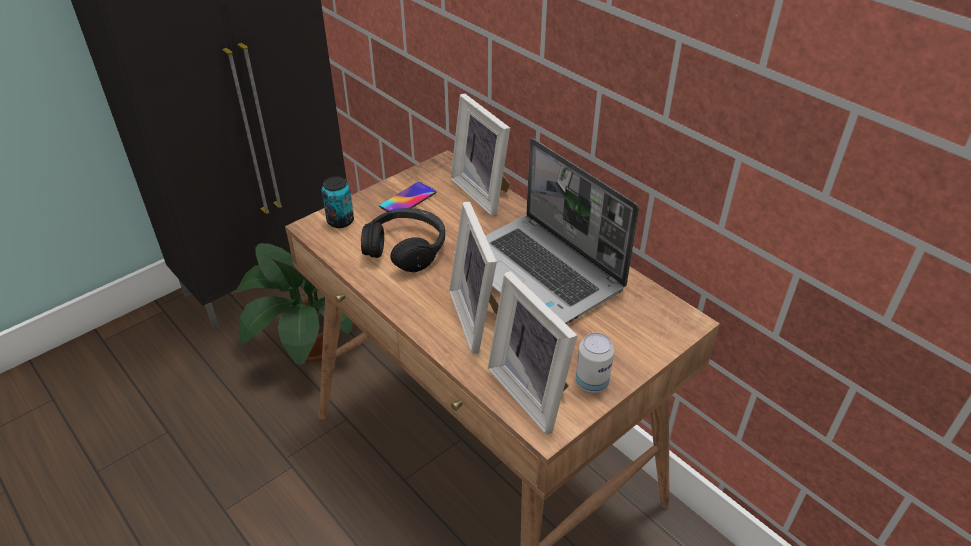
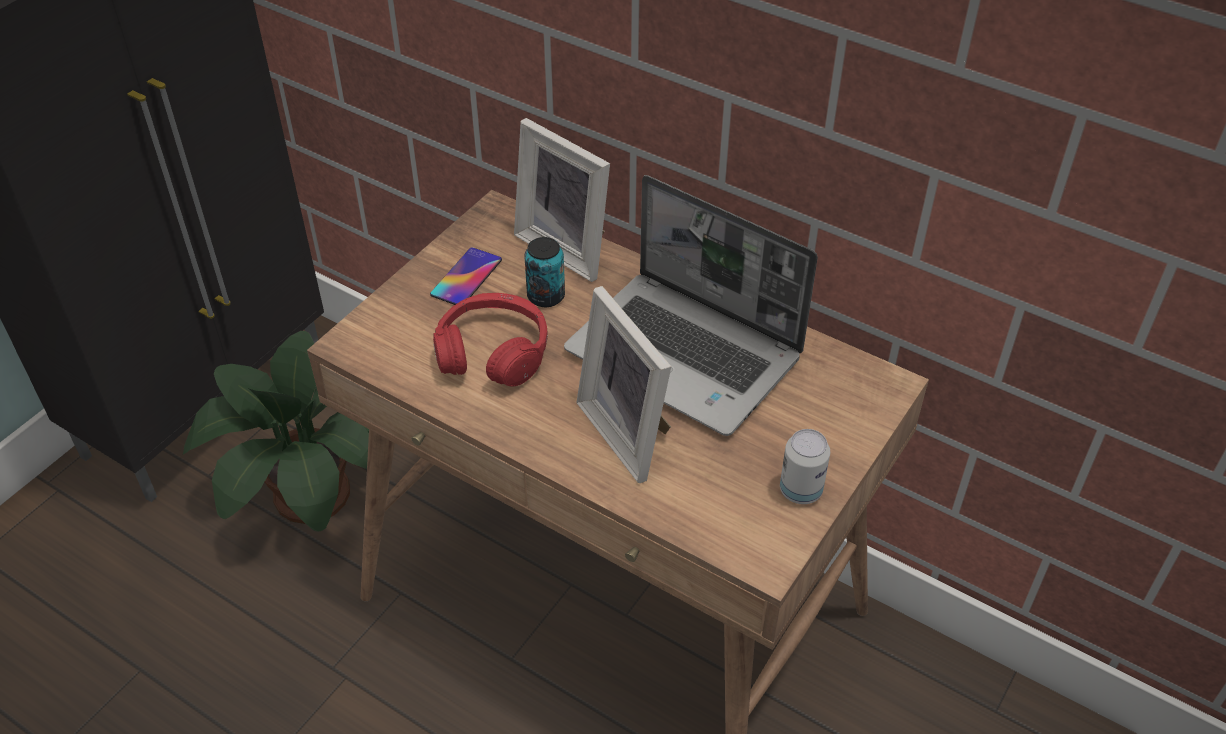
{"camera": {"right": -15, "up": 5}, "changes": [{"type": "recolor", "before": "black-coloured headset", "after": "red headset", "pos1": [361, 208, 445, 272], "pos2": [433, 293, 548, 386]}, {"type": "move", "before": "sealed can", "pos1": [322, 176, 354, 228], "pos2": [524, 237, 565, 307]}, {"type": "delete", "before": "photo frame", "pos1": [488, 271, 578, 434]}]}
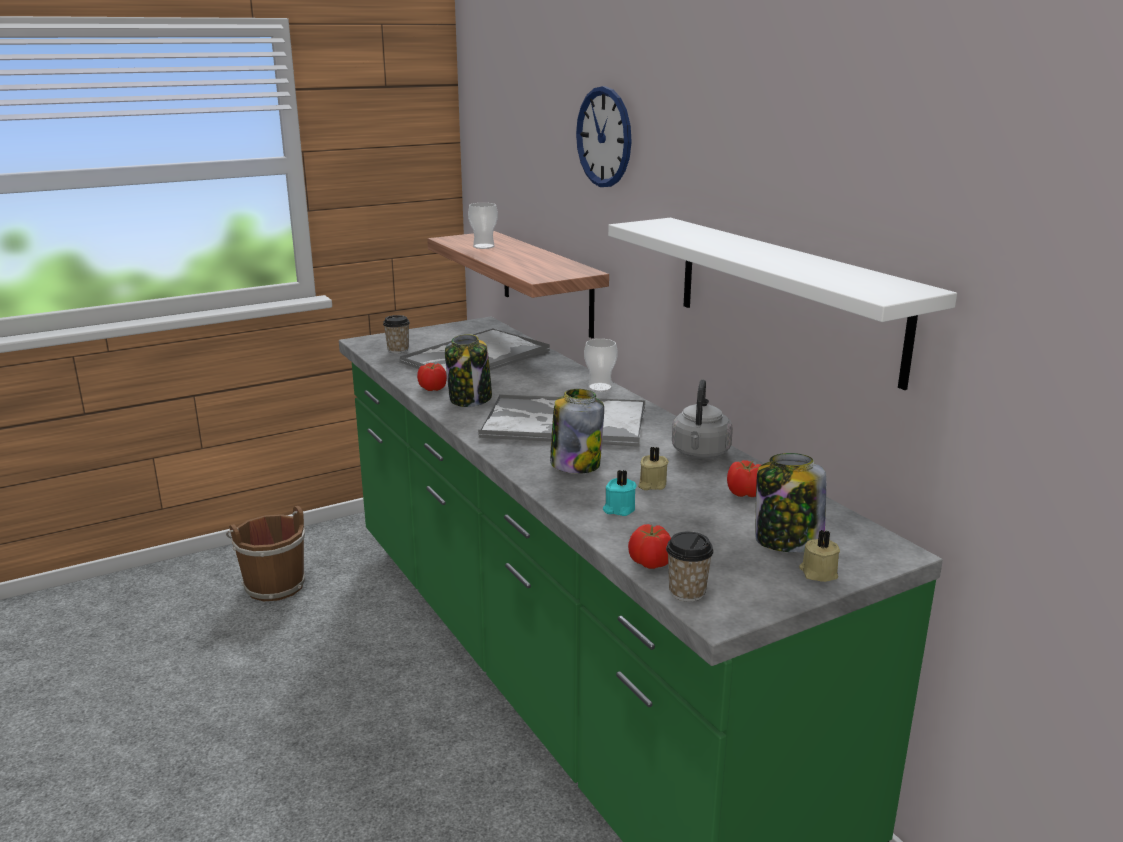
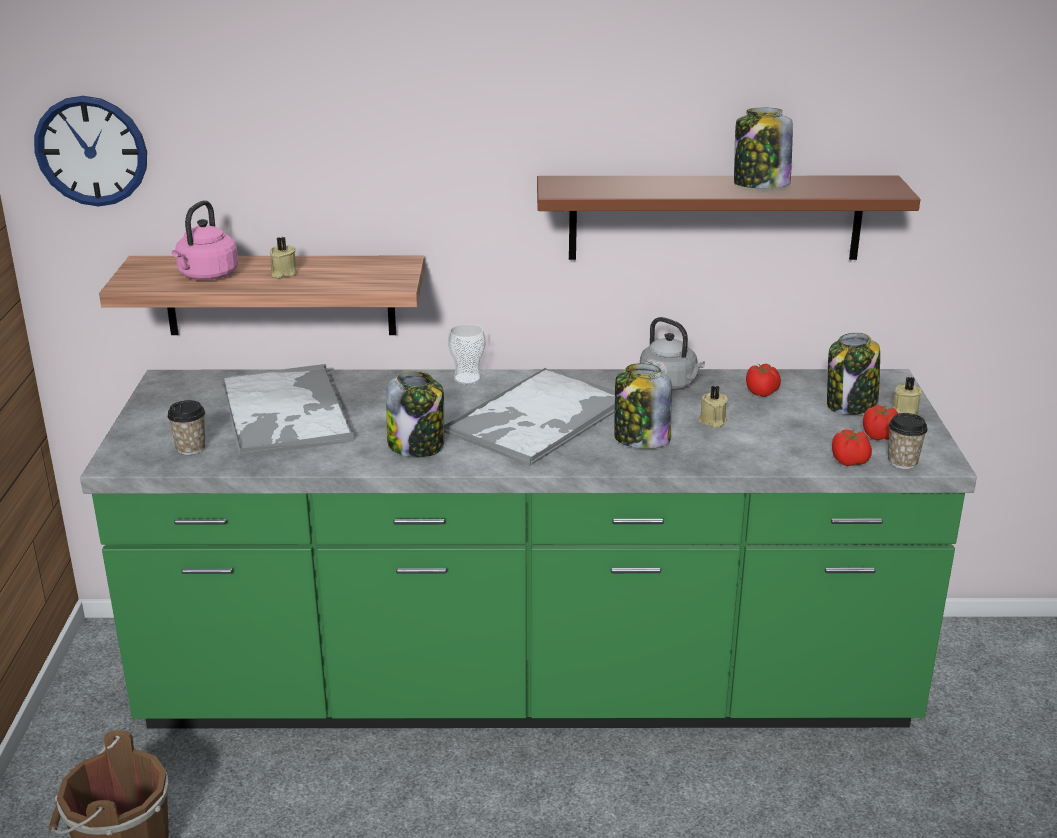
{"camera": {"right": -60, "up": 5}, "changes": [{"type": "move", "before": "clock on the wall", "pos1": [576, 86, 632, 187], "pos2": [34, 96, 147, 206]}, {"type": "replace", "before": "small cup", "after": "pink kettle", "pos1": [468, 203, 498, 249], "pos2": [171, 201, 238, 280]}, {"type": "insert", "after": "beige wax candle", "pos2": [270, 237, 296, 279]}, {"type": "recolor", "before": "whitish bracket shelf", "after": "brown bracket shelf", "pos1": [608, 218, 957, 390], "pos2": [537, 176, 920, 260]}, {"type": "insert", "after": "storage jar", "pos2": [734, 108, 793, 188]}, {"type": "move", "before": "whole tomato", "pos1": [417, 363, 447, 391], "pos2": [863, 405, 898, 440]}, {"type": "delete", "before": "blue-green wax candle", "pos1": [603, 470, 636, 516]}]}
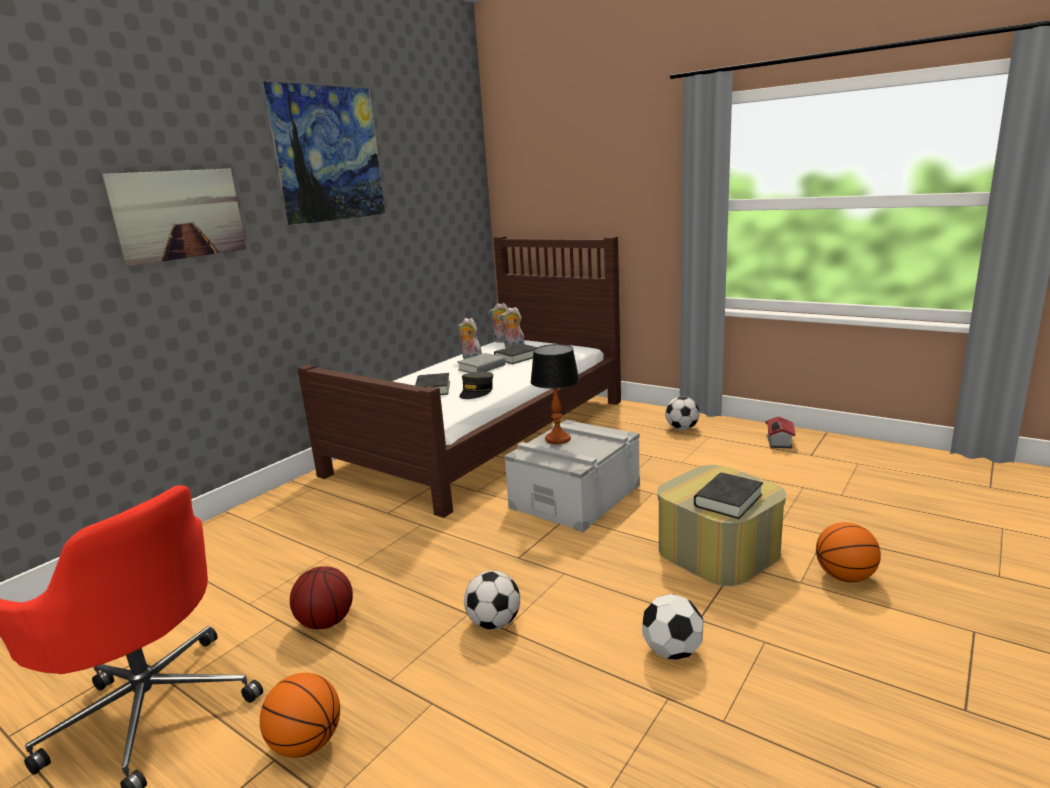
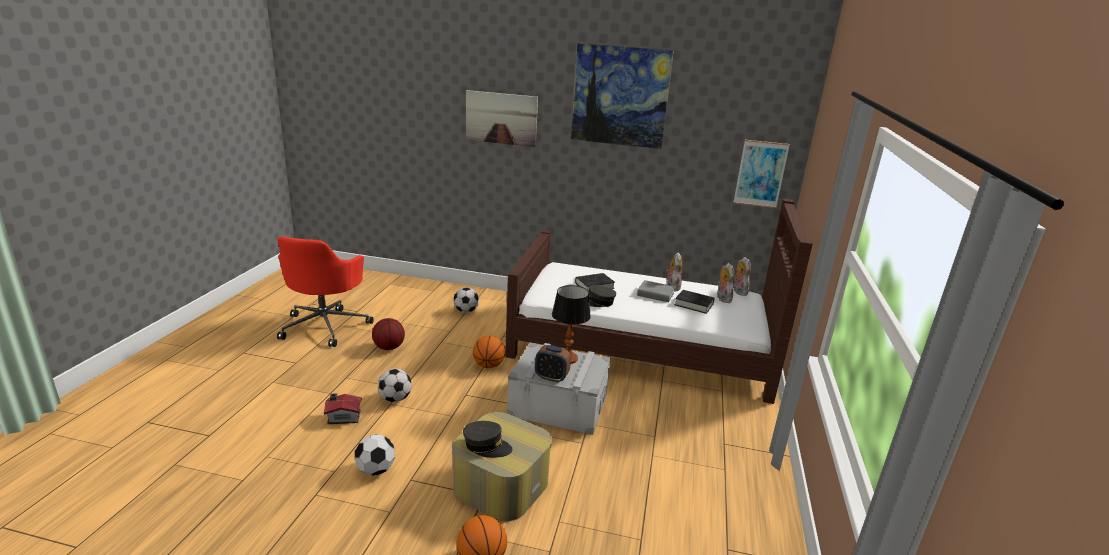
{"camera": {"right": 65, "up": 5}, "changes": [{"type": "move", "before": "toy house", "pos1": [766, 416, 795, 448], "pos2": [324, 393, 362, 424]}, {"type": "move", "before": "ball for football", "pos1": [665, 397, 700, 430], "pos2": [453, 287, 479, 313]}, {"type": "replace", "before": "black-coloured volume", "after": "gray cap", "pos1": [694, 472, 763, 519], "pos2": [463, 421, 512, 458]}, {"type": "move", "before": "basketball", "pos1": [260, 673, 340, 758], "pos2": [473, 336, 506, 368]}, {"type": "insert", "after": "table clock", "pos2": [535, 345, 571, 383]}, {"type": "insert", "after": "wall art", "pos2": [733, 140, 790, 208]}]}
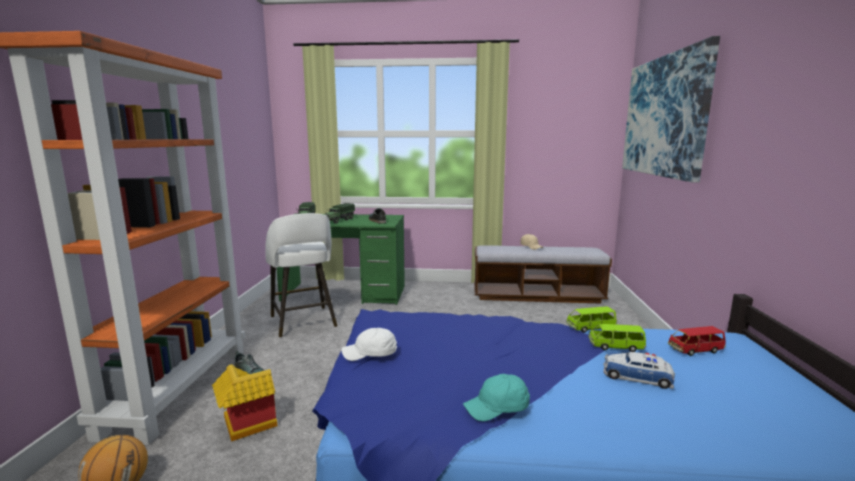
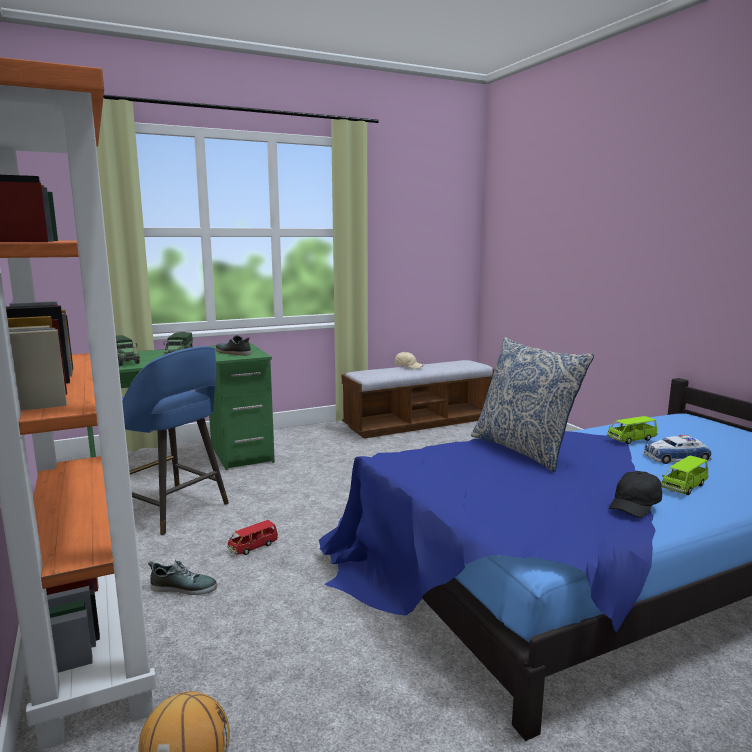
{"camera": {"right": -30, "up": 0}, "changes": [{"type": "recolor", "before": "whitish sitting stool", "after": "blue-coloured sitting stool", "pos1": [265, 213, 337, 338], "pos2": [122, 346, 229, 535]}, {"type": "move", "before": "red miniature car", "pos1": [668, 326, 726, 356], "pos2": [227, 520, 278, 555]}, {"type": "insert", "after": "pillow", "pos2": [471, 337, 594, 472]}, {"type": "recolor", "before": "blue-green cap", "after": "black-coloured cap", "pos1": [463, 374, 530, 421], "pos2": [609, 471, 662, 518]}, {"type": "move", "before": "green miniature car", "pos1": [566, 306, 617, 333], "pos2": [661, 455, 709, 495]}, {"type": "delete", "before": "toy house", "pos1": [212, 364, 277, 442]}, {"type": "delete", "before": "whitish cap", "pos1": [342, 328, 397, 361]}, {"type": "delete", "before": "wall art", "pos1": [622, 36, 720, 183]}]}
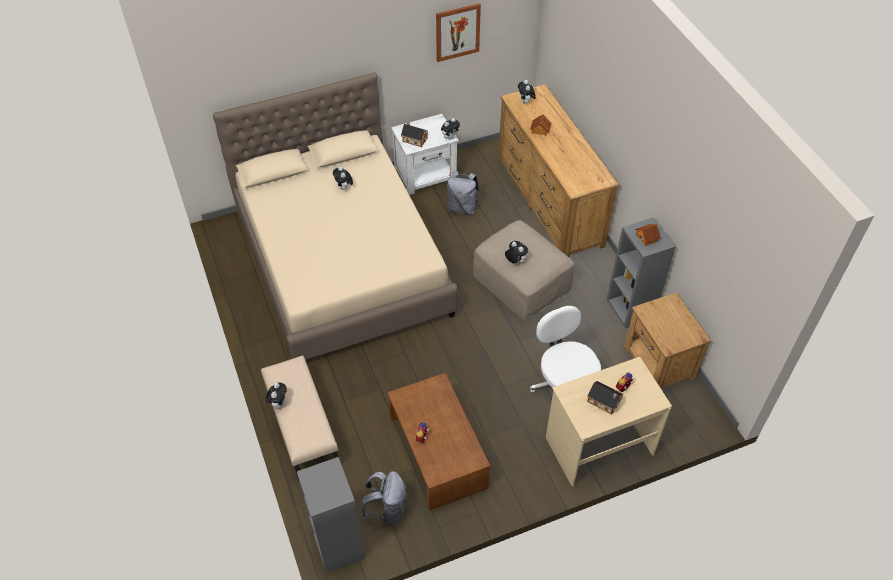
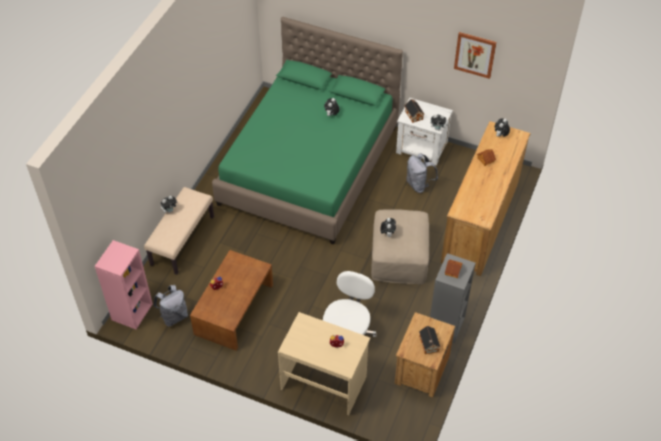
{"camera": {"right": 45, "up": 0}, "changes": [{"type": "recolor", "before": "gray bookshelf", "after": "pink bookshelf", "pos1": [297, 457, 365, 573], "pos2": [95, 240, 153, 329]}, {"type": "recolor", "before": "beige sleeping bed", "after": "green sleeping bed", "pos1": [213, 73, 457, 360], "pos2": [212, 17, 403, 245]}, {"type": "move", "before": "toy house", "pos1": [587, 381, 624, 414], "pos2": [419, 326, 441, 354]}]}
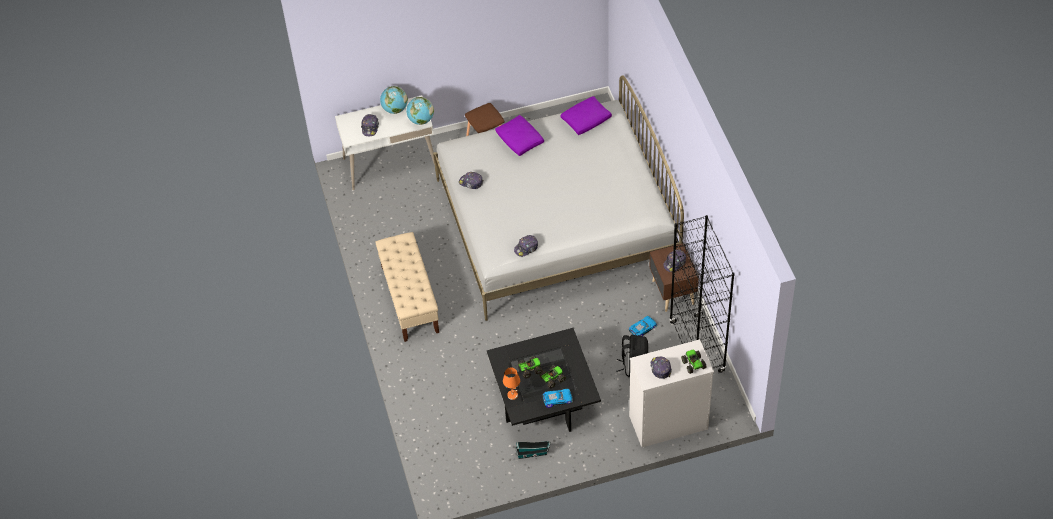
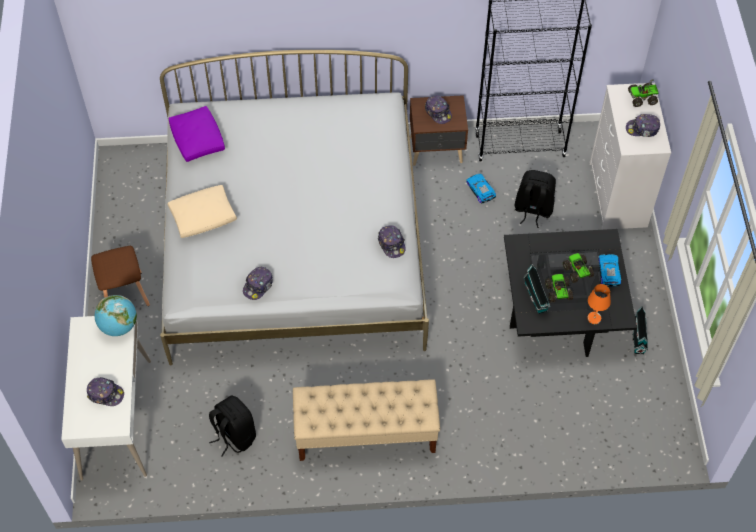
{"camera": {"right": -80, "up": 5}, "changes": [{"type": "recolor", "before": "purplish pillow", "after": "beige pillow", "pos1": [495, 115, 544, 156], "pos2": [168, 185, 237, 238]}, {"type": "insert", "after": "black-coloured backpack", "pos2": [209, 395, 256, 457]}, {"type": "insert", "after": "toy house", "pos2": [523, 264, 551, 314]}, {"type": "delete", "before": "desk globe", "pos1": [380, 86, 408, 114]}]}
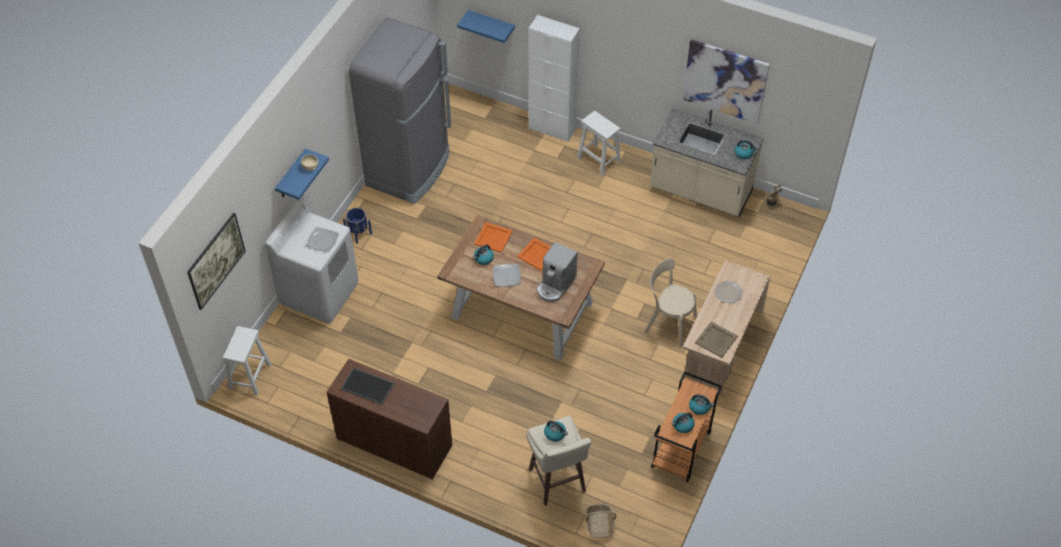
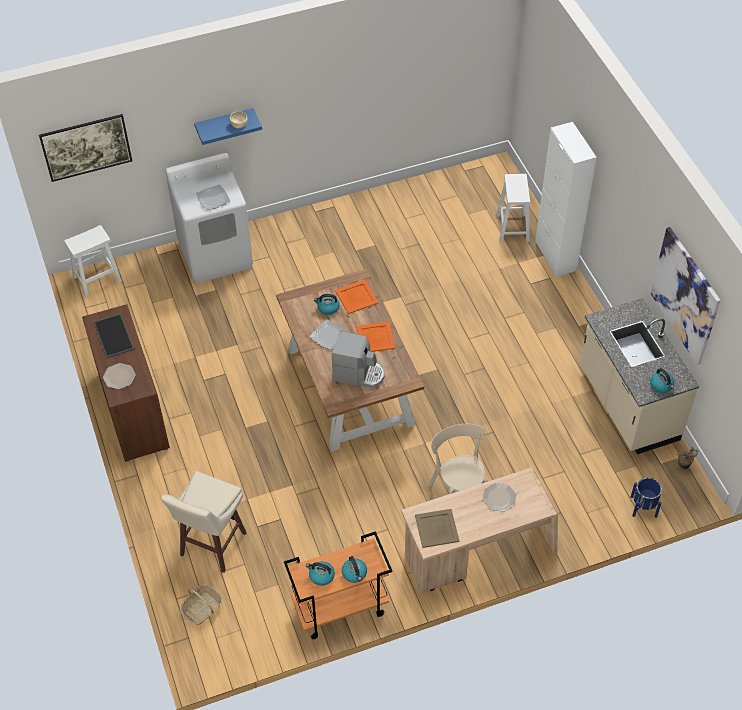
{"camera": {"right": 45, "up": 0}, "changes": [{"type": "insert", "after": "flat dish", "pos2": [103, 363, 136, 389]}, {"type": "rotate", "before": "coffee brewer", "pos1": [537, 242, 577, 302], "pos2": [332, 331, 385, 388], "turn": -150}, {"type": "move", "before": "whitish sitting stool", "pos1": [577, 111, 621, 176], "pos2": [496, 174, 530, 243]}, {"type": "move", "before": "blue-coloured planter", "pos1": [343, 208, 372, 244], "pos2": [631, 478, 662, 518]}, {"type": "delete", "before": "gray fridge", "pos1": [349, 17, 451, 204]}, {"type": "delete", "before": "blue-coloured bracket shelf", "pos1": [457, 10, 515, 43]}, {"type": "delete", "before": "kettle", "pos1": [544, 421, 568, 442]}]}
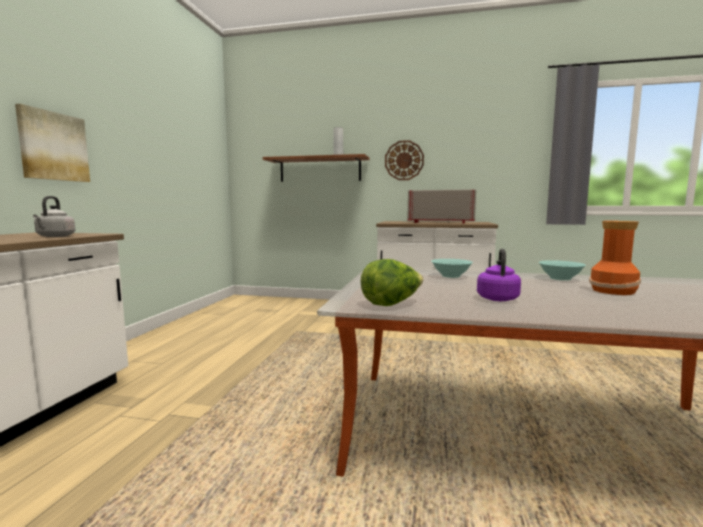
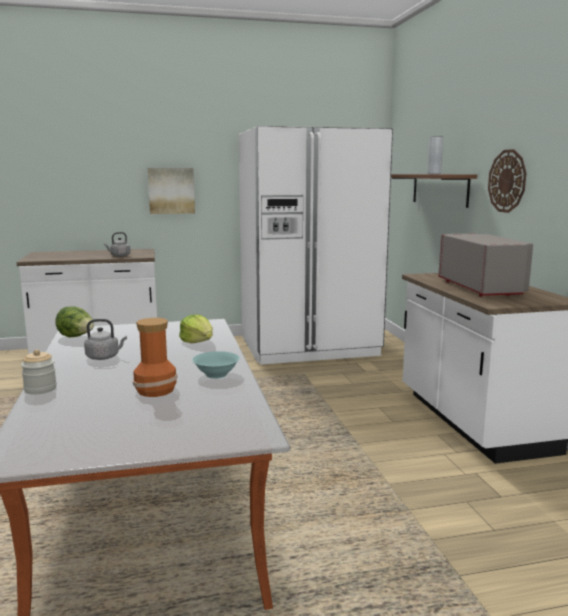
{"camera": {"right": 65, "up": 5}, "changes": [{"type": "insert", "after": "storage jar", "pos2": [21, 349, 57, 394]}, {"type": "recolor", "before": "purplish kettle", "after": "gray kettle", "pos1": [477, 249, 521, 301], "pos2": [84, 319, 127, 360]}, {"type": "replace", "before": "blue-green serving bowl", "after": "lettuce head", "pos1": [431, 259, 473, 278], "pos2": [179, 314, 213, 343]}, {"type": "insert", "after": "whitish fridge", "pos2": [239, 126, 393, 365]}]}
